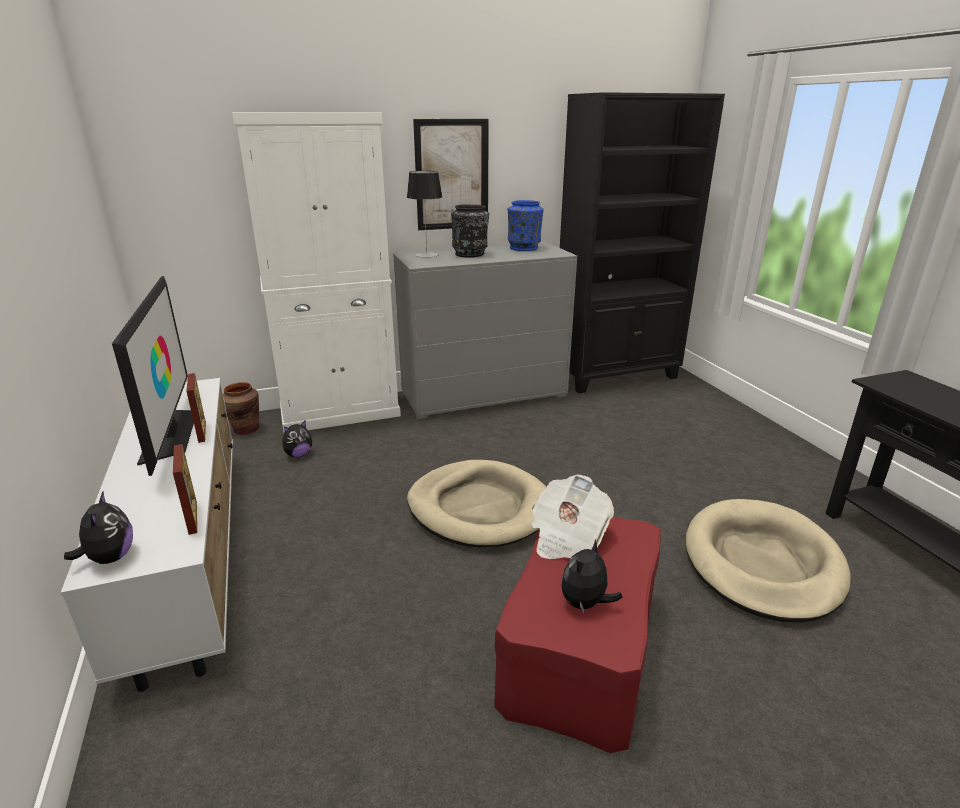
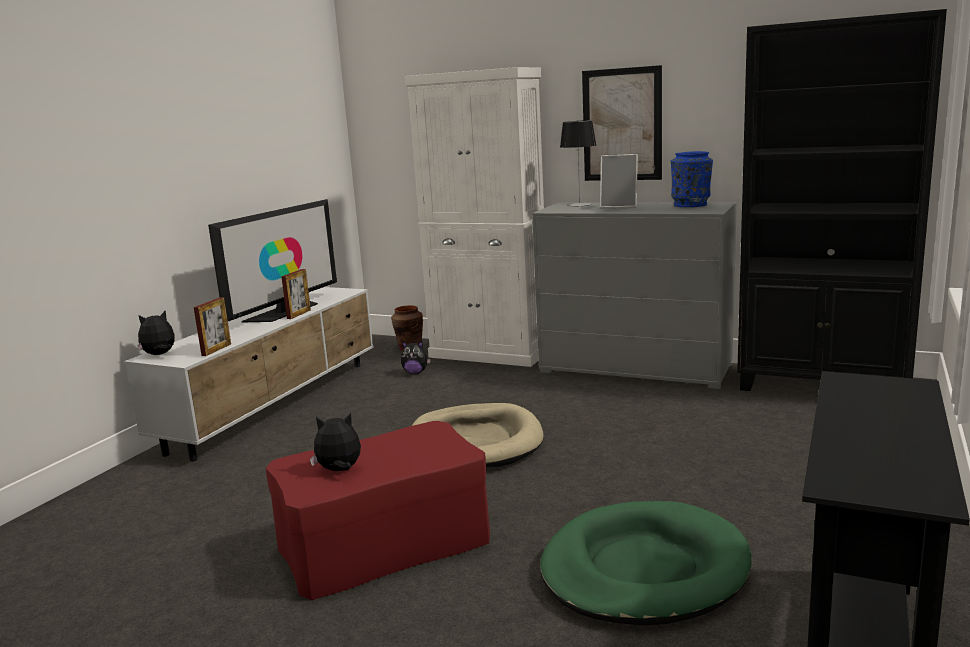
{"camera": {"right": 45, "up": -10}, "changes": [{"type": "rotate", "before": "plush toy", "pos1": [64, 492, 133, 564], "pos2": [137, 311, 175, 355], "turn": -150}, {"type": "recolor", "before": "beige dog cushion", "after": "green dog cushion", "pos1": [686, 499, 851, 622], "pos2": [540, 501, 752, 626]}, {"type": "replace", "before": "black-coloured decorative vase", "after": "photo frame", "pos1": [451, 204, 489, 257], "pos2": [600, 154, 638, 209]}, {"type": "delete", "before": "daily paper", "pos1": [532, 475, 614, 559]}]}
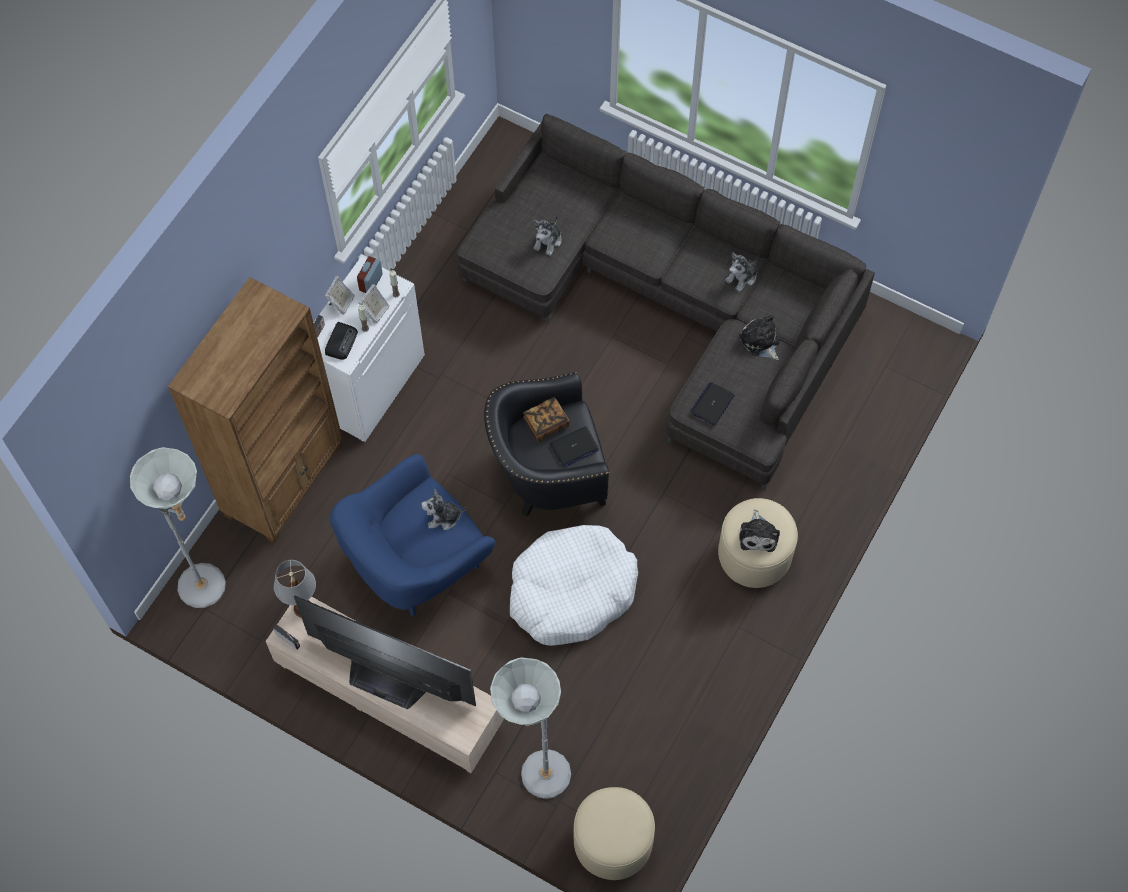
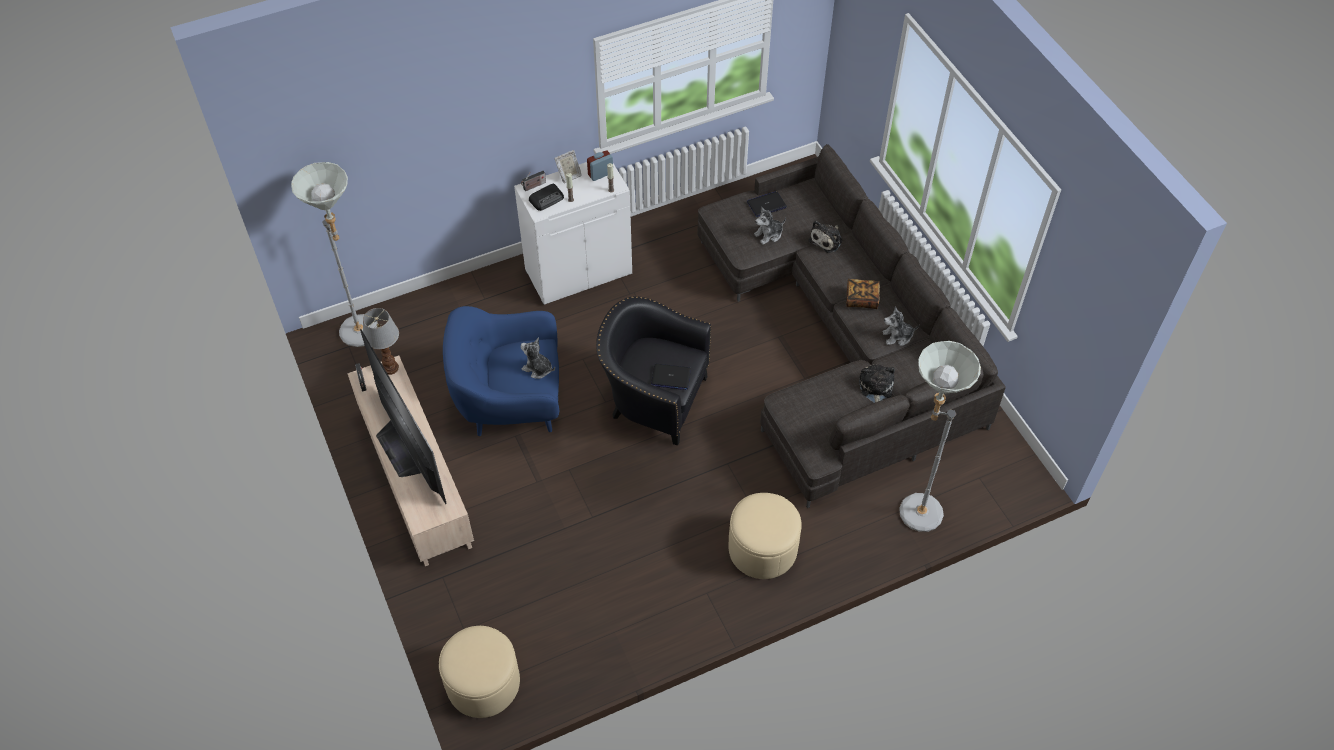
{"camera": {"right": 35, "up": -10}, "changes": [{"type": "move", "before": "notebook computer", "pos1": [690, 382, 735, 426], "pos2": [747, 191, 787, 217]}, {"type": "move", "before": "plush toy", "pos1": [739, 509, 780, 552], "pos2": [809, 221, 843, 253]}, {"type": "move", "before": "volume", "pos1": [523, 397, 570, 442], "pos2": [846, 279, 880, 309]}, {"type": "move", "before": "gray floor lamp", "pos1": [490, 657, 571, 799], "pos2": [899, 341, 981, 532]}, {"type": "delete", "before": "brown bookshelf", "pos1": [168, 277, 343, 544]}, {"type": "delete", "before": "photo frame", "pos1": [358, 284, 390, 323]}, {"type": "delete", "before": "whitish dog cushion", "pos1": [510, 525, 638, 646]}]}
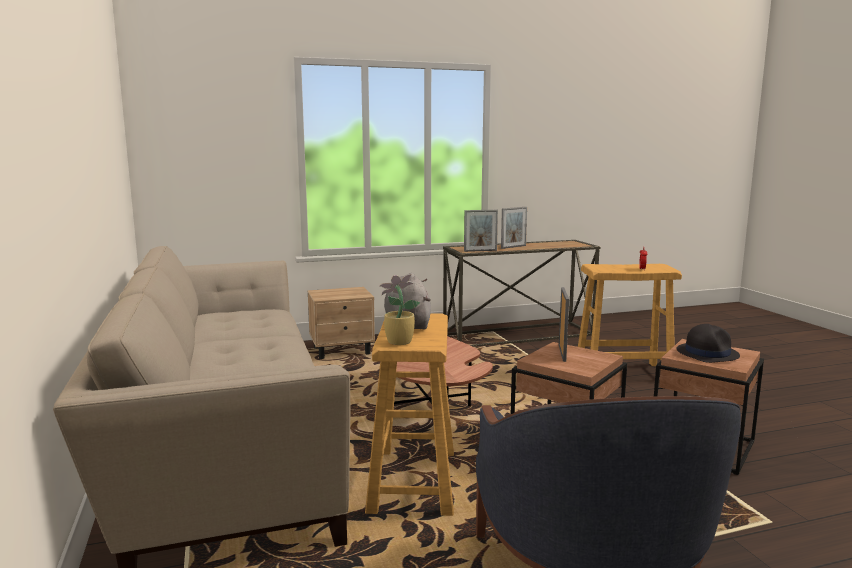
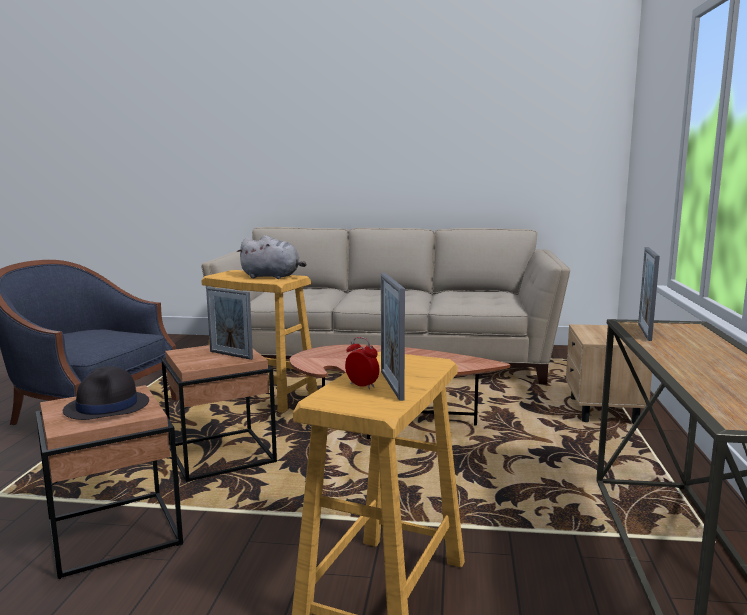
{"camera": {"right": 115, "up": 0}, "changes": [{"type": "move", "before": "photo frame", "pos1": [501, 207, 527, 249], "pos2": [381, 273, 405, 401]}, {"type": "delete", "before": "houseplant", "pos1": [379, 274, 420, 345]}]}
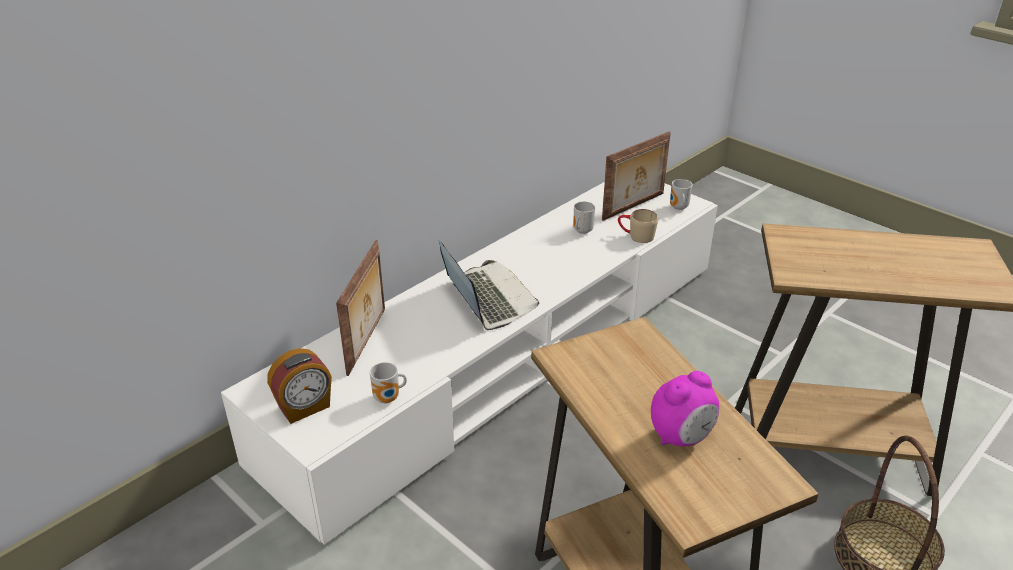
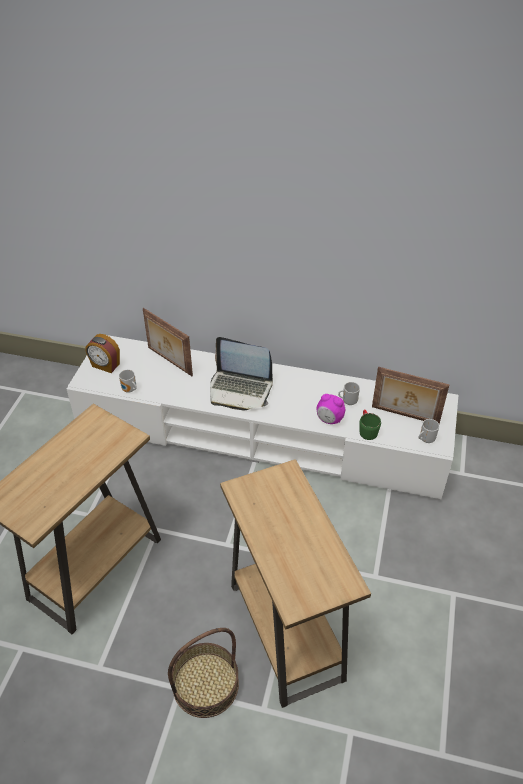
{"camera": {"right": 60, "up": 10}, "changes": [{"type": "rotate", "before": "photo frame", "pos1": [336, 240, 385, 376], "pos2": [143, 308, 193, 376], "turn": 60}, {"type": "rotate", "before": "notebook computer", "pos1": [439, 240, 539, 330], "pos2": [210, 337, 273, 410], "turn": 75}, {"type": "move", "before": "table clock", "pos1": [651, 371, 719, 446], "pos2": [316, 394, 345, 424]}, {"type": "recolor", "before": "beige tea mug", "after": "green tea mug", "pos1": [618, 209, 658, 243], "pos2": [360, 409, 381, 440]}]}
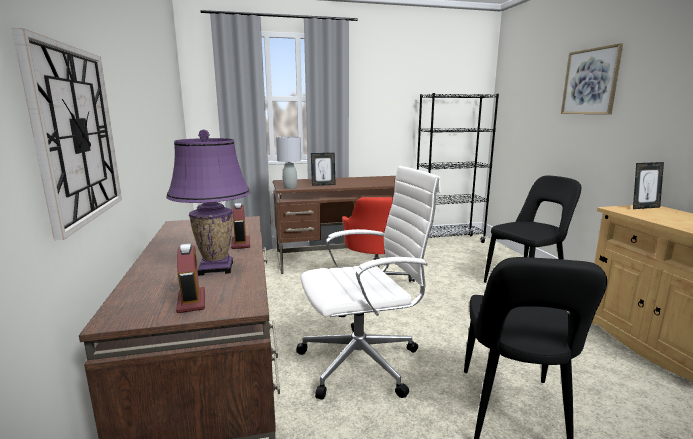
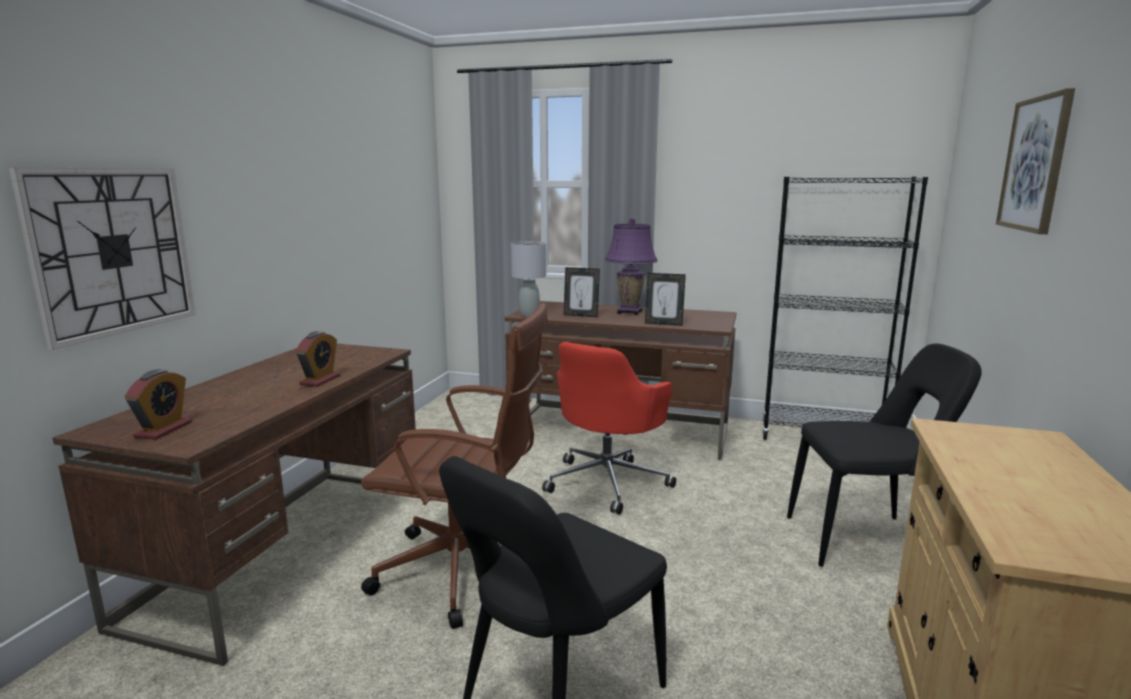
{"camera": {"right": 30, "up": 0}, "changes": [{"type": "recolor", "before": "whitish desk chair", "after": "brown desk chair", "pos1": [296, 166, 441, 399], "pos2": [361, 303, 548, 629]}, {"type": "move", "before": "purplish lamp for a table", "pos1": [166, 129, 250, 276], "pos2": [605, 218, 658, 315]}, {"type": "move", "before": "photo frame", "pos1": [633, 162, 664, 209], "pos2": [645, 273, 686, 326]}]}
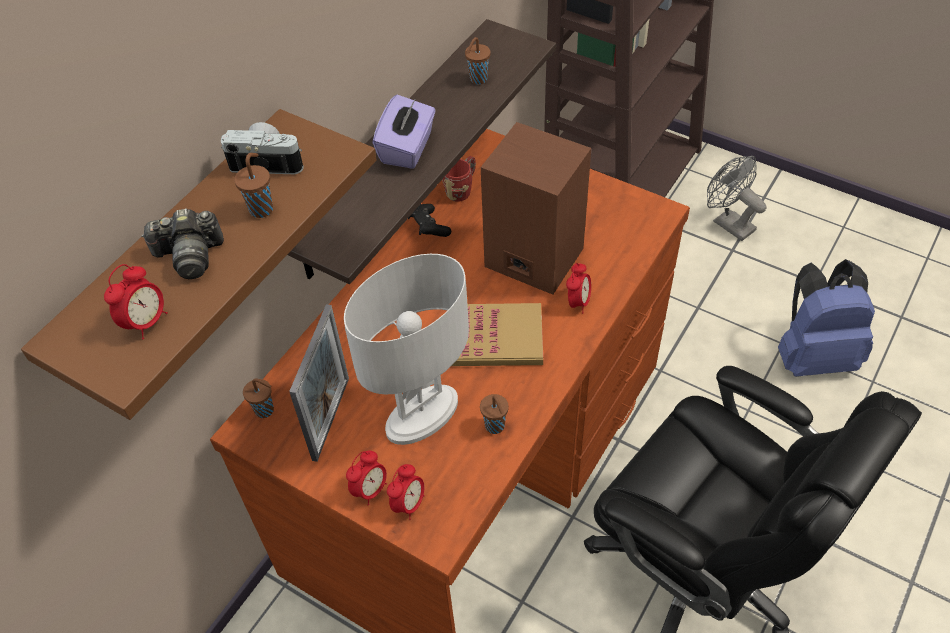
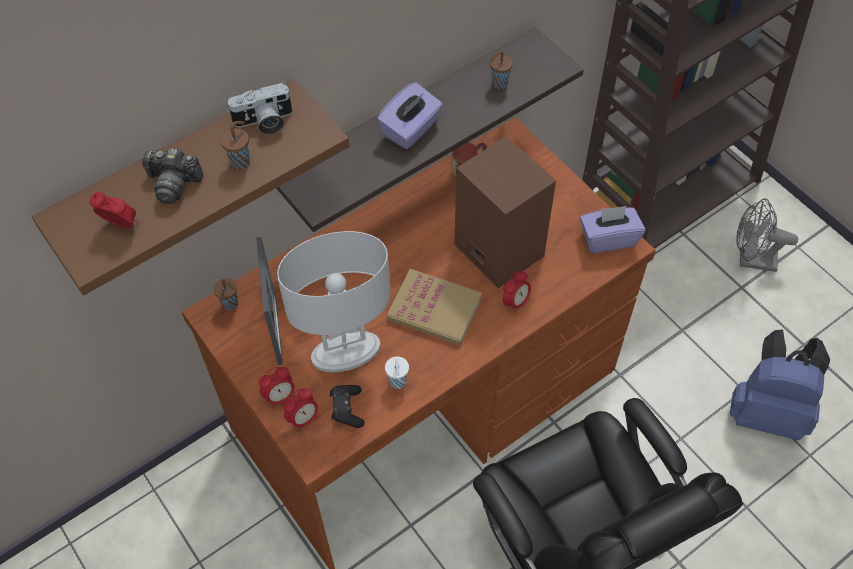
{"camera": {"right": 20, "up": 5}, "changes": [{"type": "rotate", "before": "table clock", "pos1": [104, 264, 168, 340], "pos2": [90, 192, 139, 229], "turn": -120}, {"type": "rotate", "before": "photo camera", "pos1": [221, 122, 304, 174], "pos2": [227, 83, 292, 135], "turn": 135}, {"type": "rotate", "before": "photo frame", "pos1": [289, 304, 349, 462], "pos2": [256, 237, 283, 365], "turn": -45}, {"type": "move", "before": "black-coloured game controller", "pos1": [408, 204, 451, 237], "pos2": [330, 385, 365, 428]}, {"type": "recolor", "before": "brown small cup", "after": "whitish small cup", "pos1": [480, 394, 509, 434], "pos2": [385, 357, 409, 389]}, {"type": "insert", "after": "purplish box of tissues", "pos2": [580, 206, 646, 253]}, {"type": "rotate", "before": "gray fan", "pos1": [707, 156, 766, 241], "pos2": [736, 198, 798, 272], "turn": -60}]}
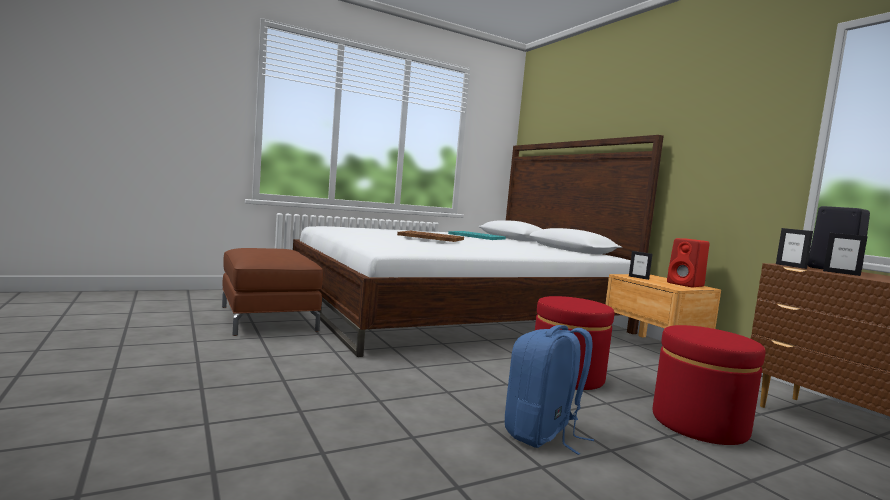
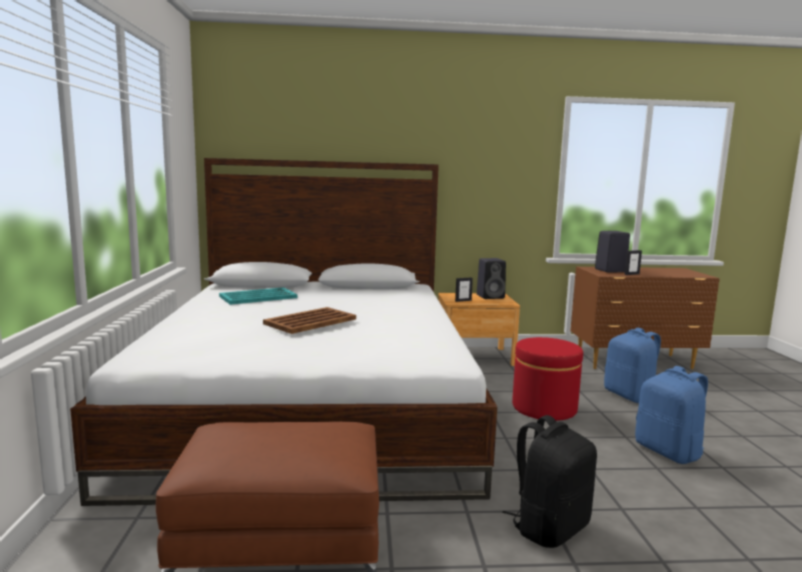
{"camera": {"right": -65, "up": 5}, "changes": [{"type": "recolor", "before": "red audio speaker", "after": "black-coloured audio speaker", "pos1": [667, 238, 710, 287], "pos2": [477, 258, 506, 299]}, {"type": "insert", "after": "black-coloured backpack", "pos2": [502, 415, 597, 548]}, {"type": "replace", "before": "red pouffe", "after": "blue-coloured backpack", "pos1": [653, 325, 765, 445], "pos2": [604, 328, 661, 403]}, {"type": "delete", "before": "photo frame", "pos1": [776, 228, 813, 269]}]}
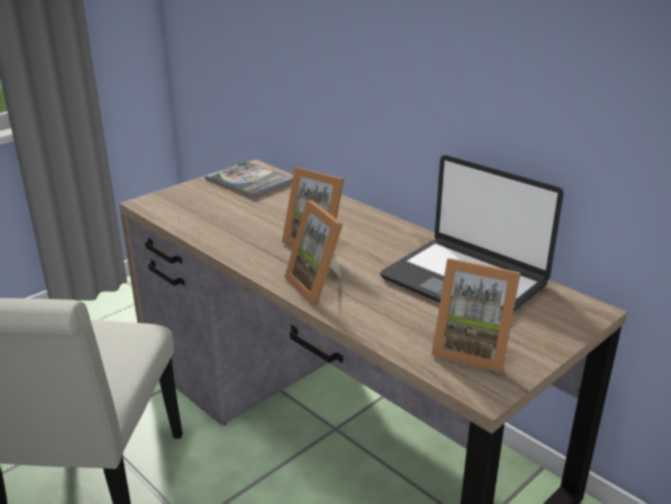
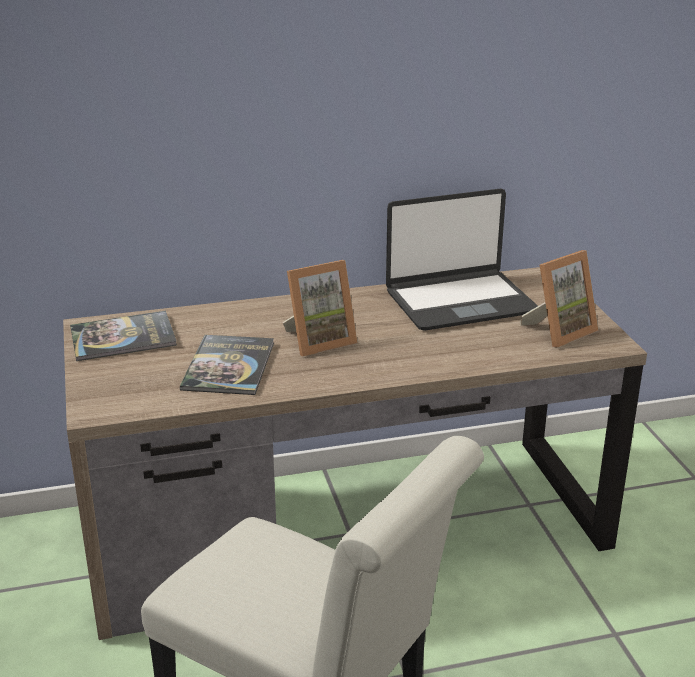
{"camera": {"right": -60, "up": 0}, "changes": [{"type": "insert", "after": "volume", "pos2": [180, 335, 274, 395]}, {"type": "delete", "before": "photo frame", "pos1": [284, 200, 343, 305]}]}
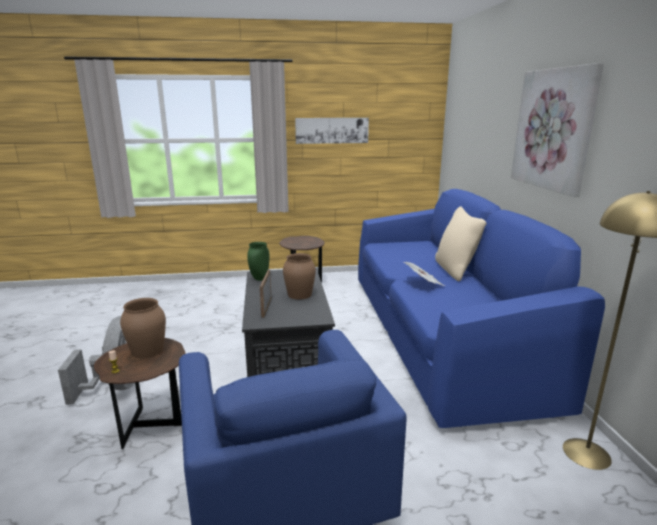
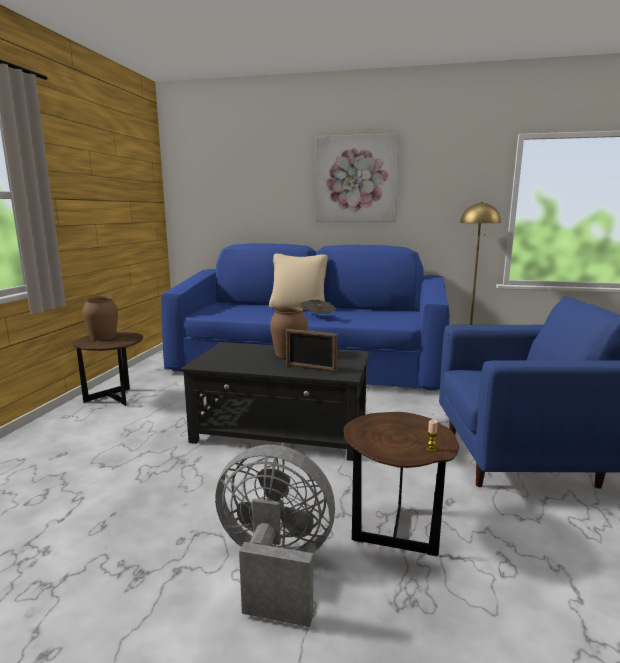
{"camera": {"right": -70, "up": -5}, "changes": [{"type": "move", "before": "brown decorative vase", "pos1": [120, 298, 166, 359], "pos2": [83, 296, 118, 341]}, {"type": "delete", "before": "green decorative vase", "pos1": [247, 242, 269, 281]}, {"type": "delete", "before": "wall art", "pos1": [295, 118, 369, 144]}]}
